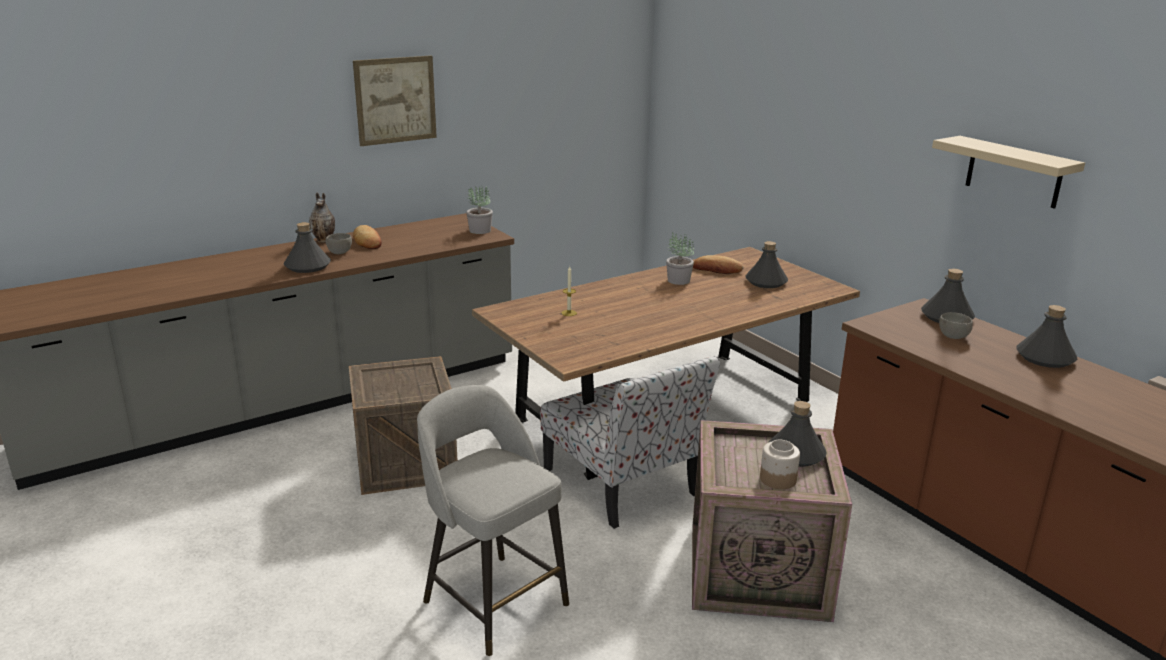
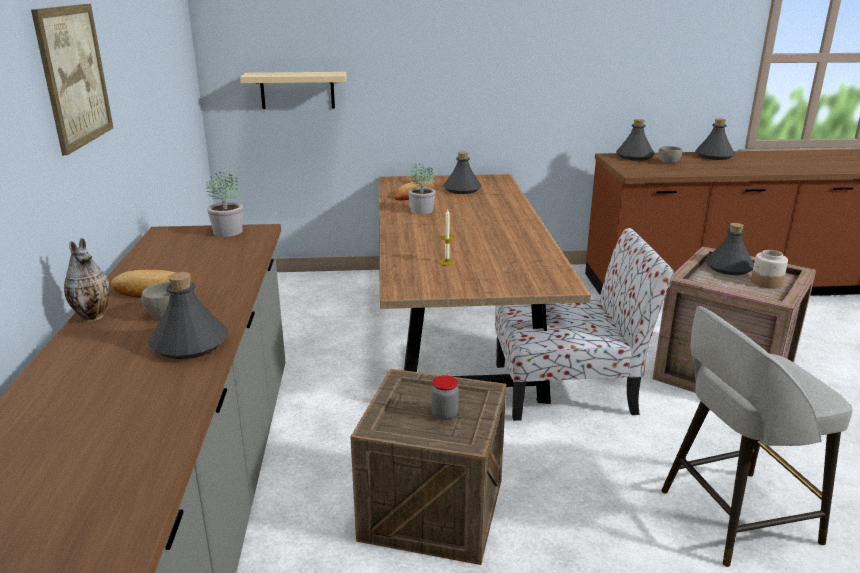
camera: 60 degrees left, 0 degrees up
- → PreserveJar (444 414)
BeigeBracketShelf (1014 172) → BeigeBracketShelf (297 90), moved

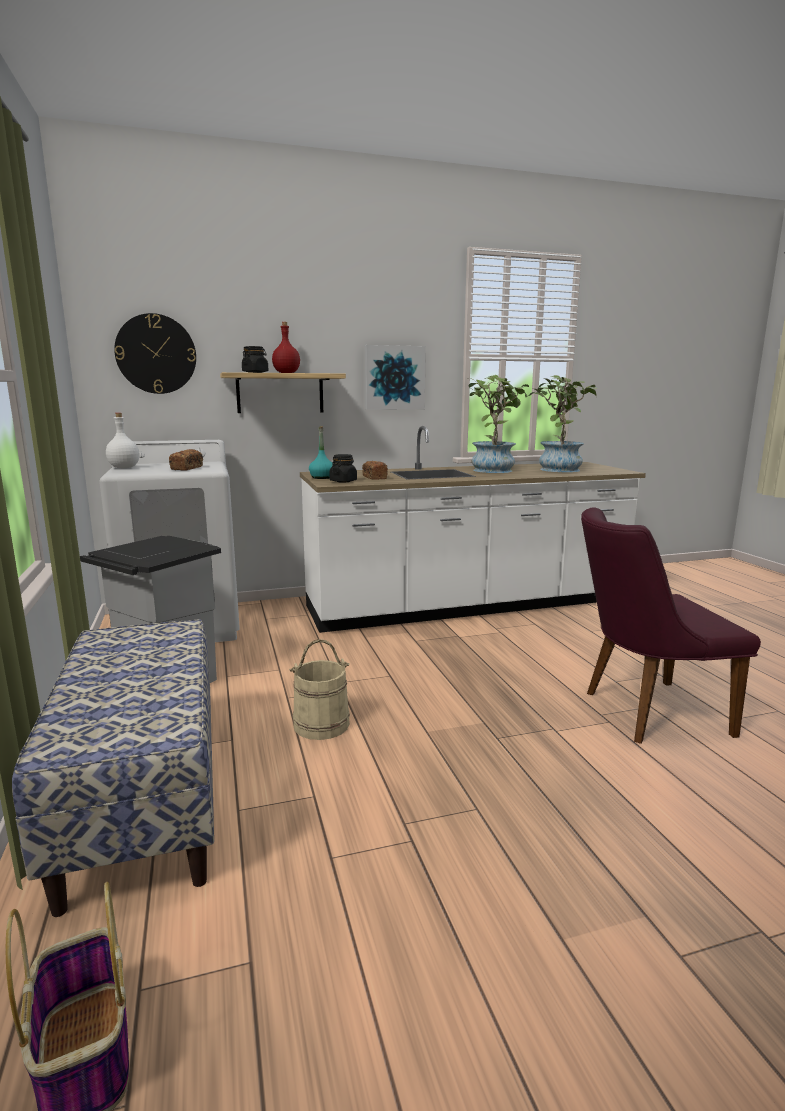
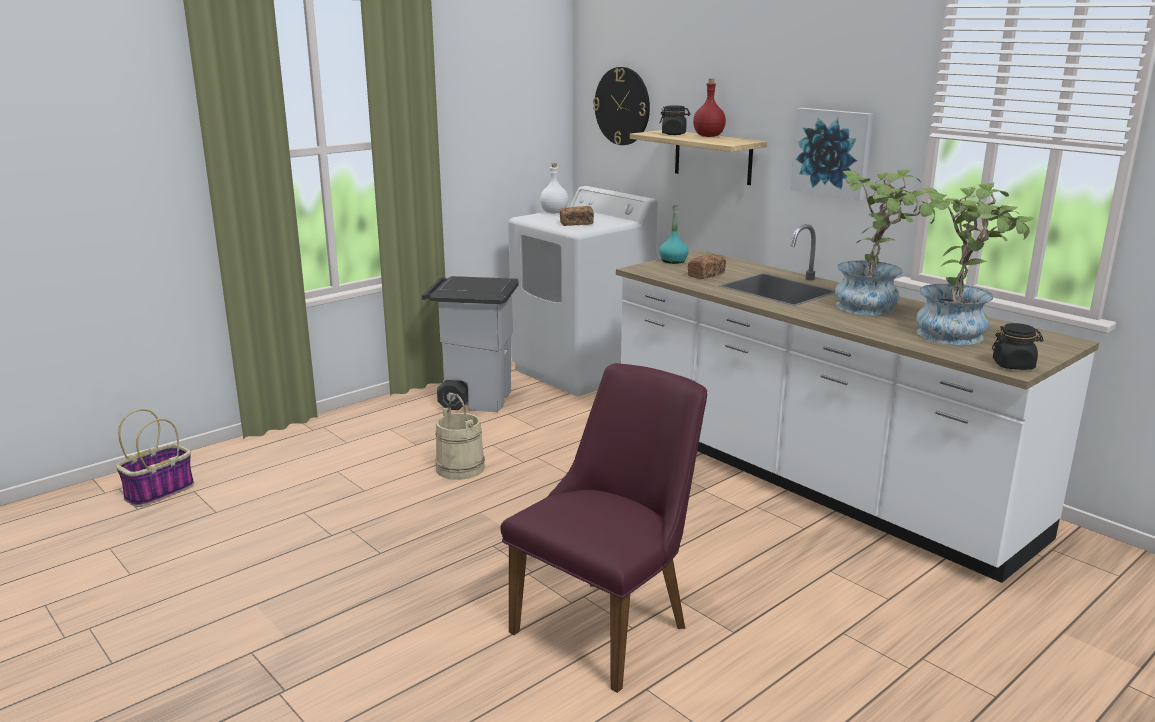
camera: 65 degrees right, 5 degrees up
LongSeat (144 797) → -
BlackishPreserveJar (343 481) → BlackishPreserveJar (1013 365), moved
PurpleColouredPlainChair (643 712) → PurpleColouredPlainChair (611 623), 75 degrees clockwise

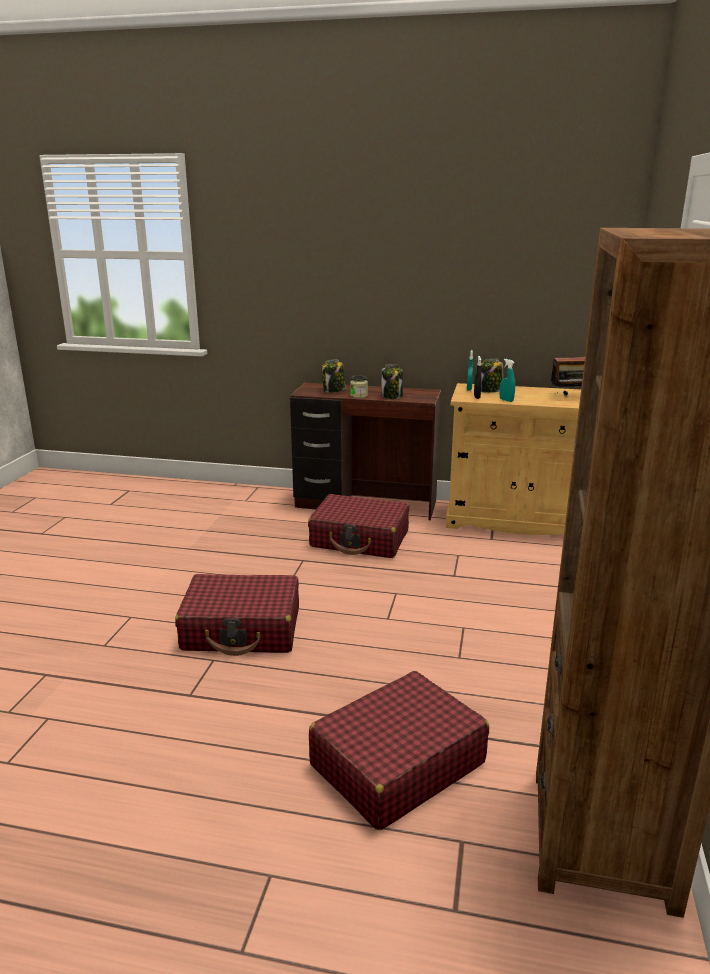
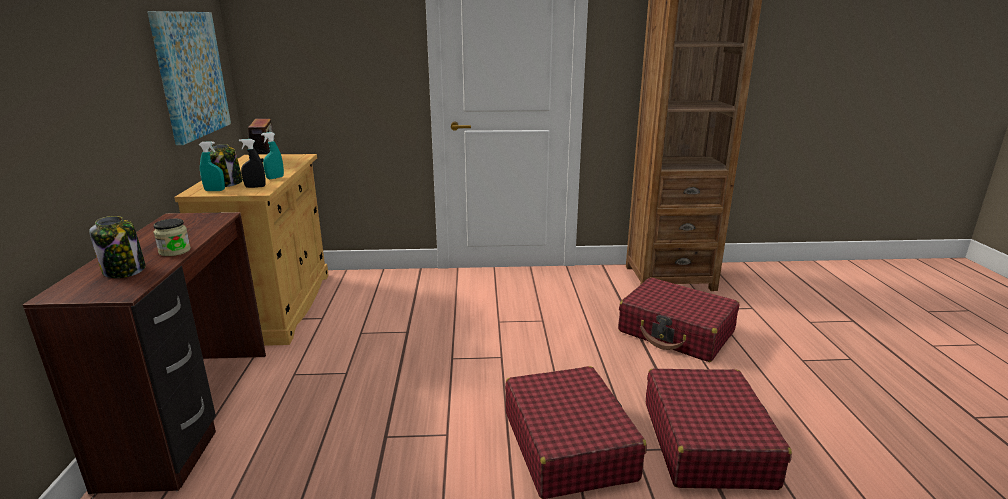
camera: 105 degrees left, 0 degrees up
PreserveJar (392 396) → -
- → Picture (190 75)
RedColouredTravelCase (360 539) → RedColouredTravelCase (707 442), moved

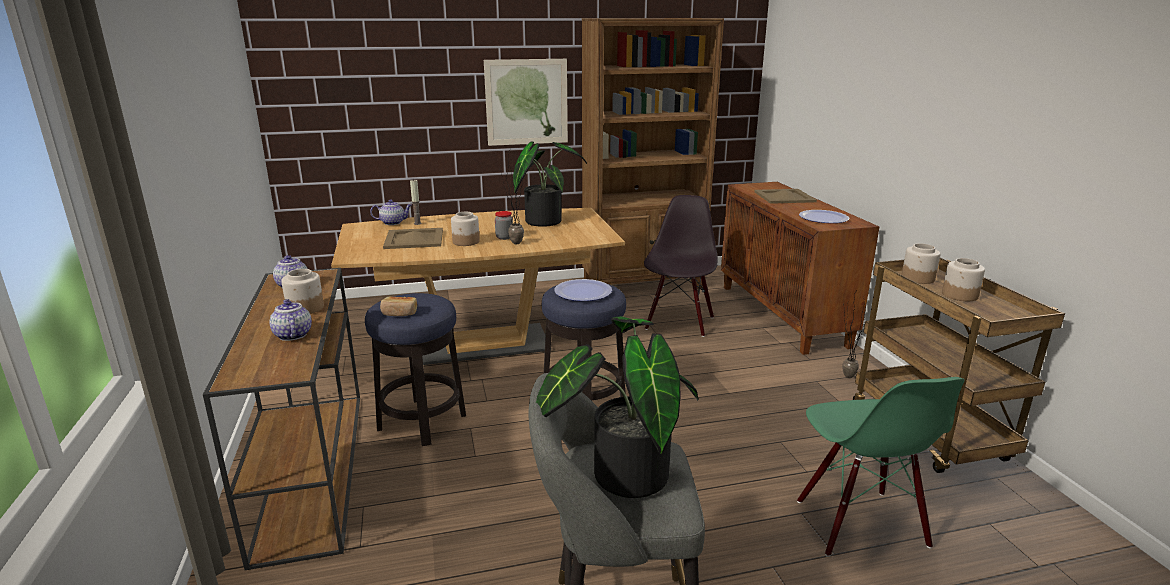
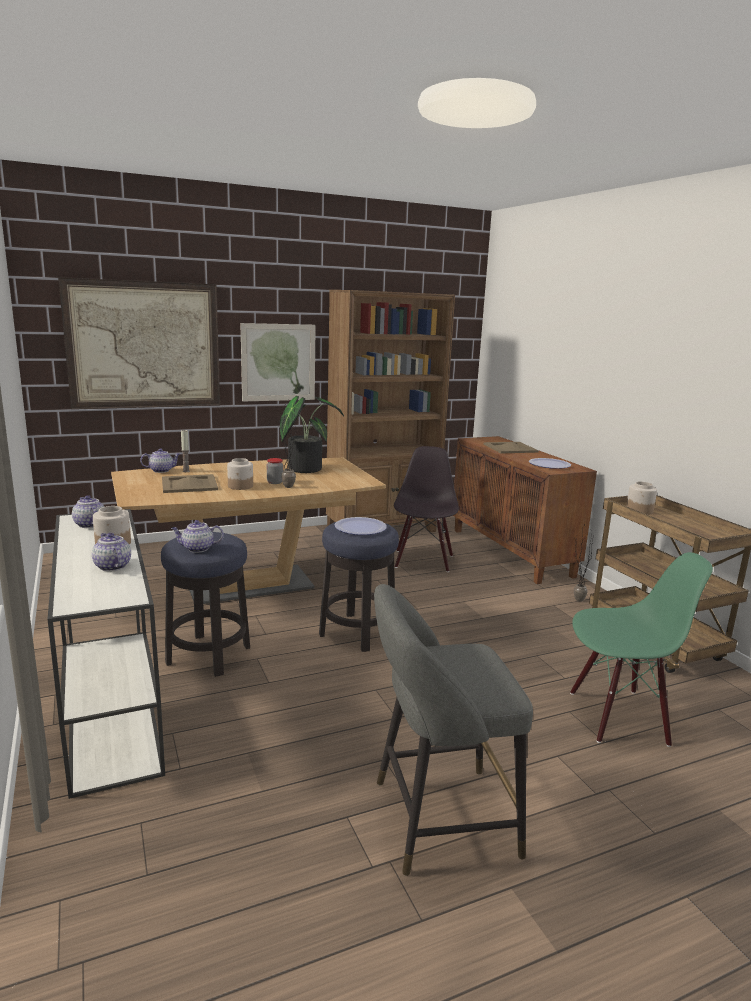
camera: 10 degrees left, 5 degrees down
Houseplant (621 473) → -
PreserveJar (960 295) → -
- → Picture (144 345)
Bread (399 313) → TeaPot (197 549)
BrownishConsoleTable (312 467) → WhiteColouredConsoleTable (110 701)
GreenPlainChair (859 523) → GreenPlainChair (618 716), 75 degrees counterclockwise

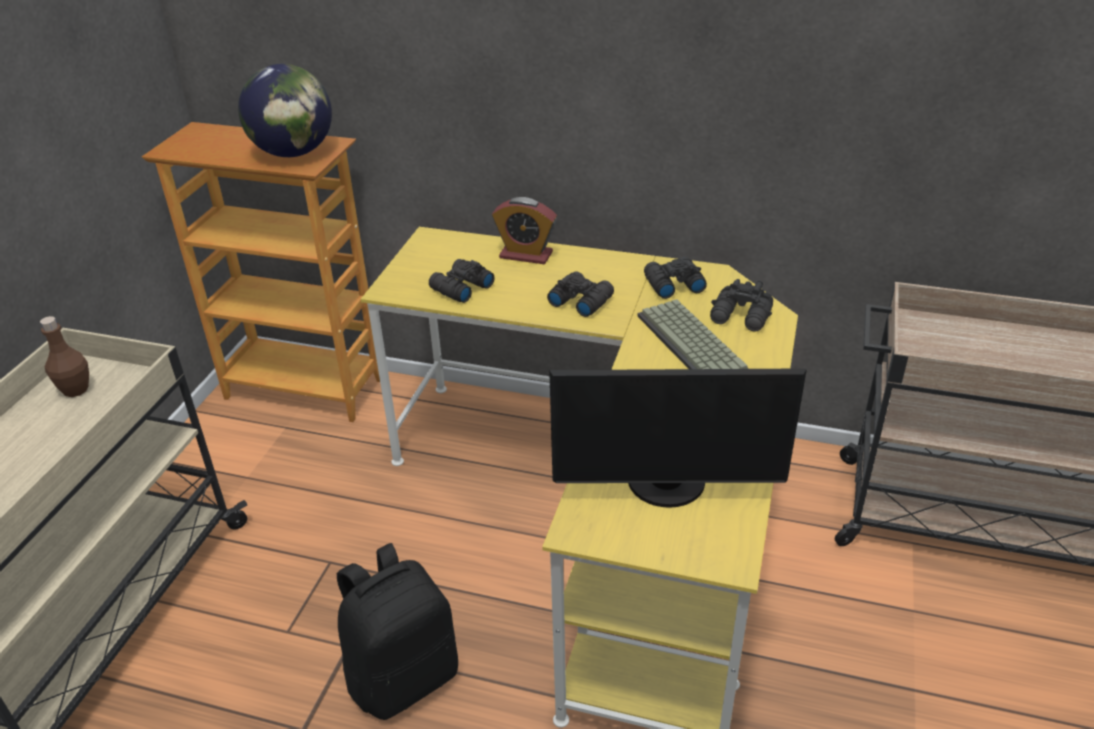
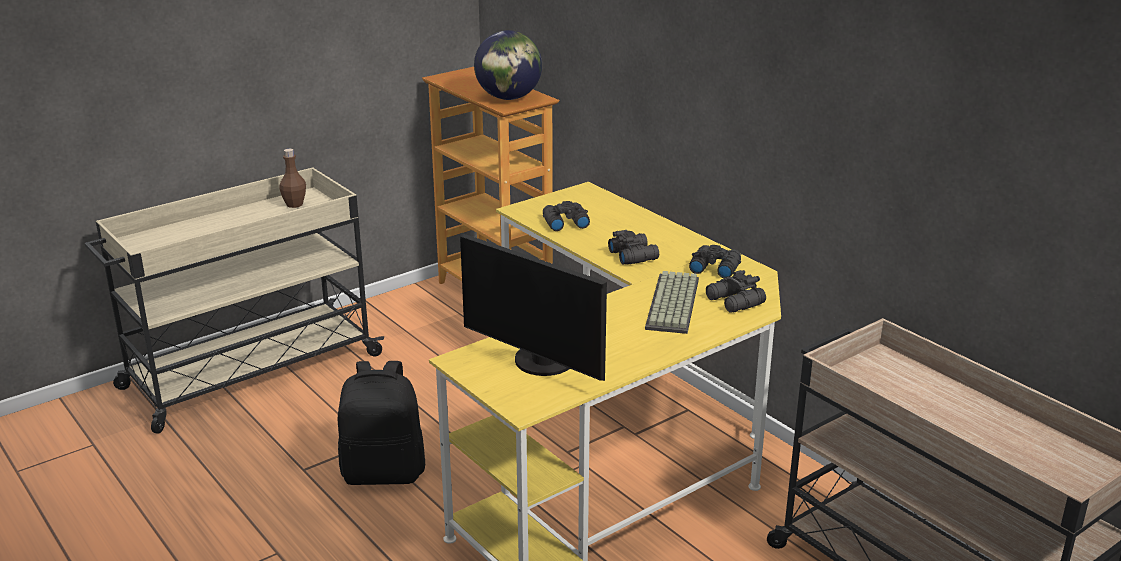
camera: 35 degrees right, 10 degrees down
BedsideClock (526 255) → -

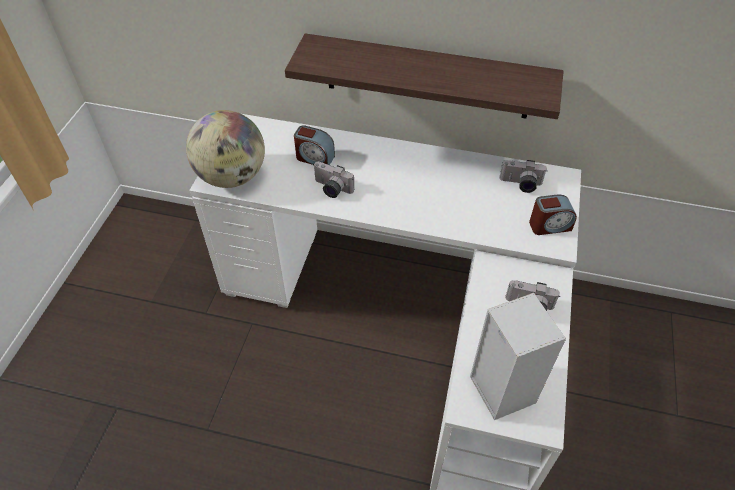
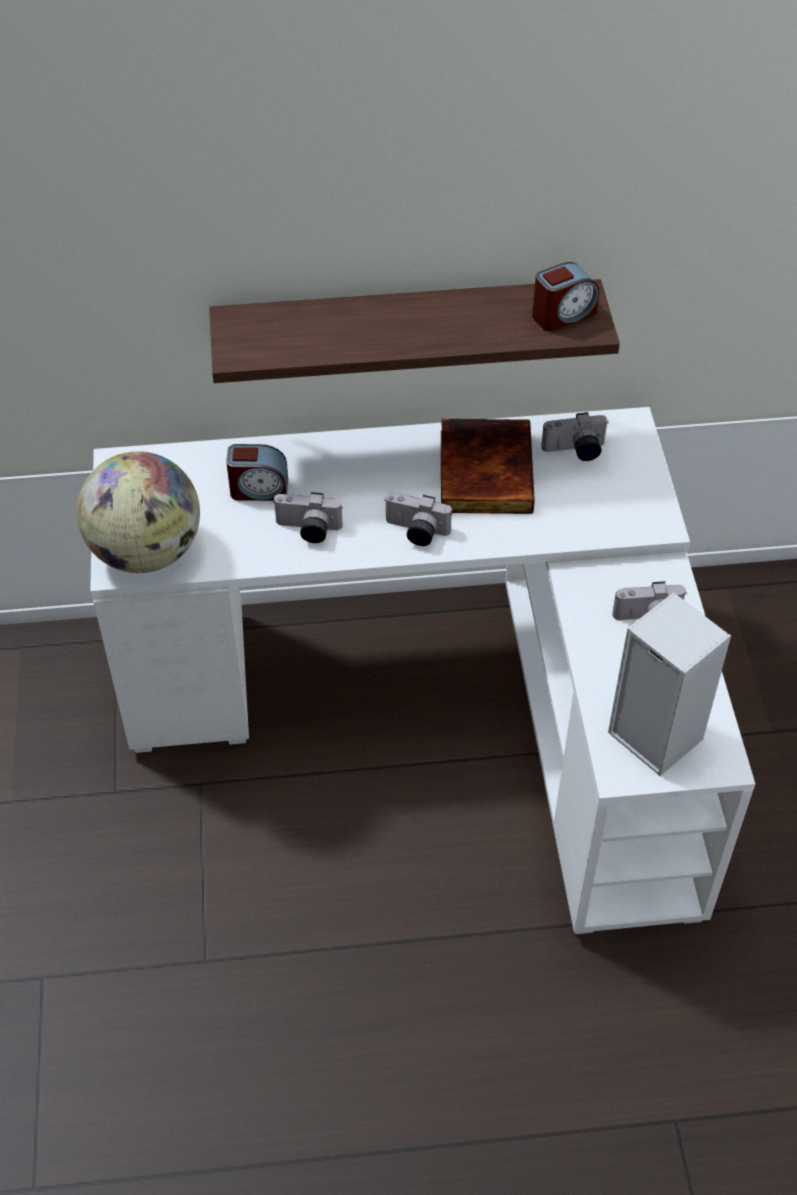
camera: 20 degrees left, 0 degrees up
- → PhotoCamera (415 532)
- → BoundBook (483 471)
BedsideClock (549 225) → BedsideClock (563 314), moved

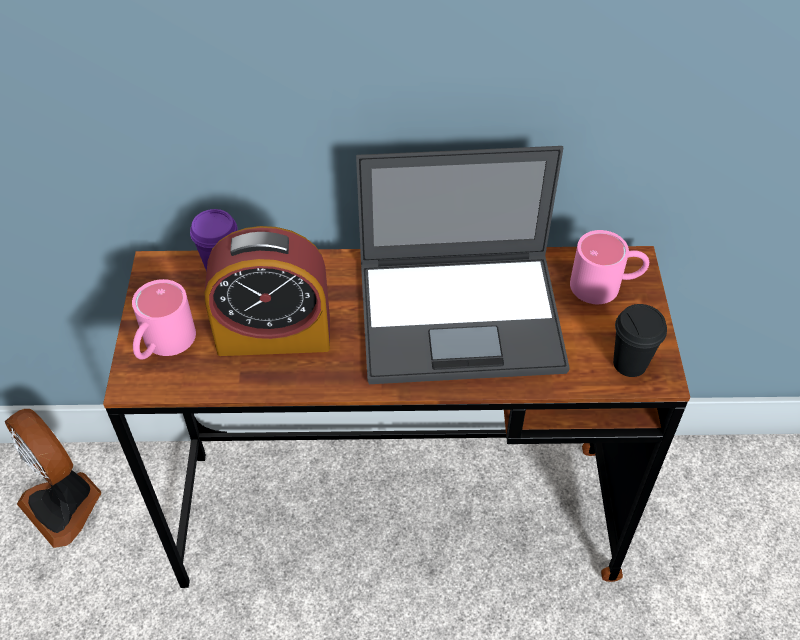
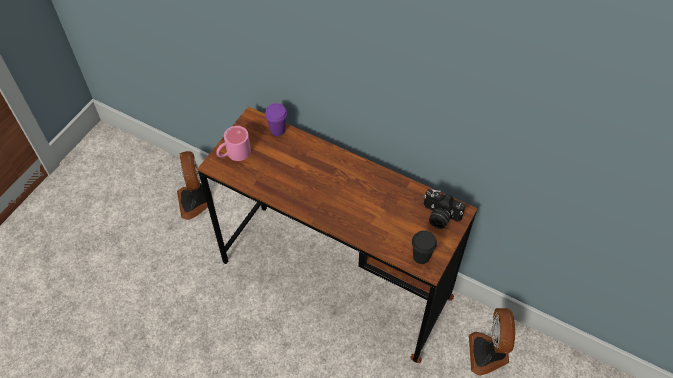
camera: 30 degrees right, 5 degrees up
BedsideClock (274 334) → -
NotebookComputer (463 316) → -
- → ElectricFan (489 354)
PinkishMug (606 285) → PhotoCamera (439 216)

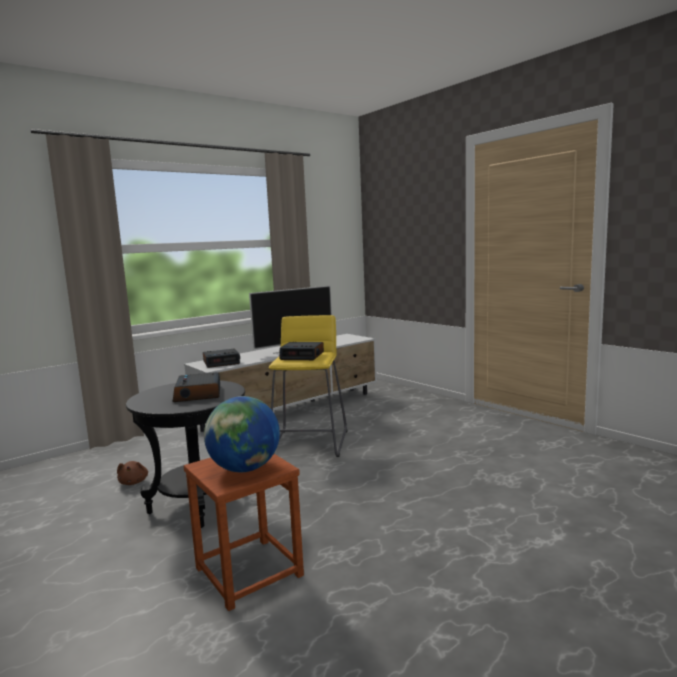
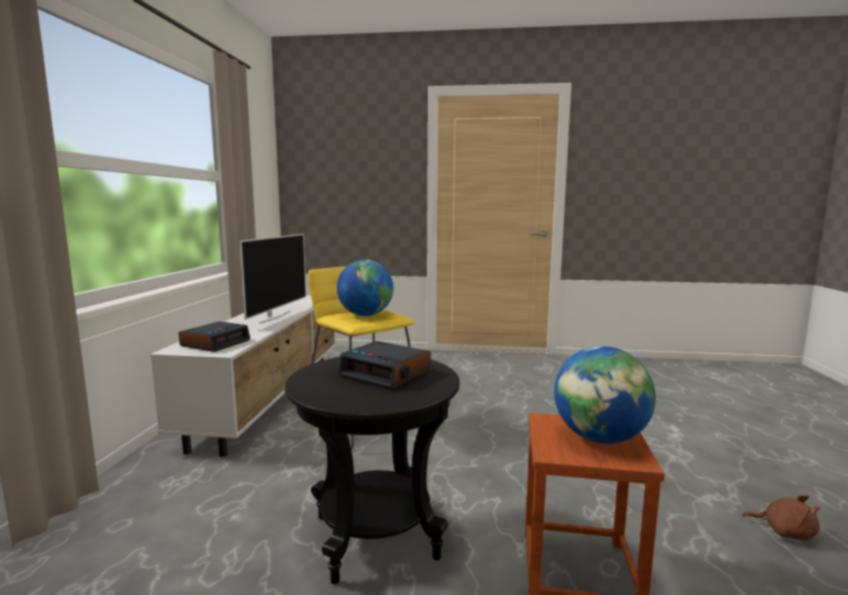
camera: 45 degrees left, 0 degrees up
BrownishCuddlyToy (134 482) → BrownishCuddlyToy (784 531), moved
BedsideClock (303 356) → DeskGlobe (365 315)

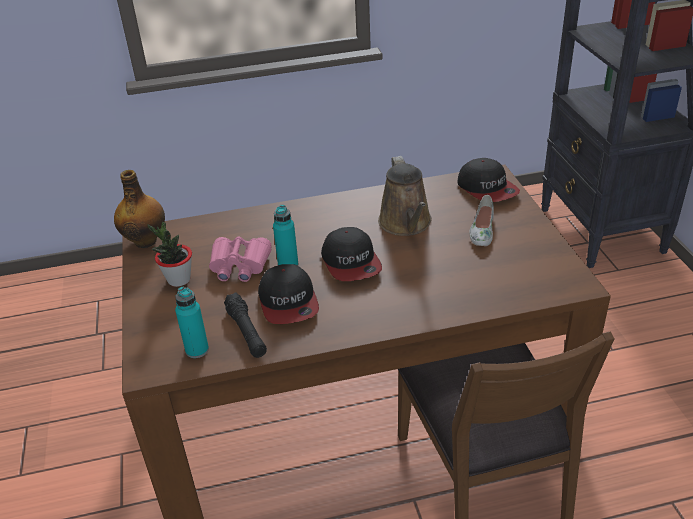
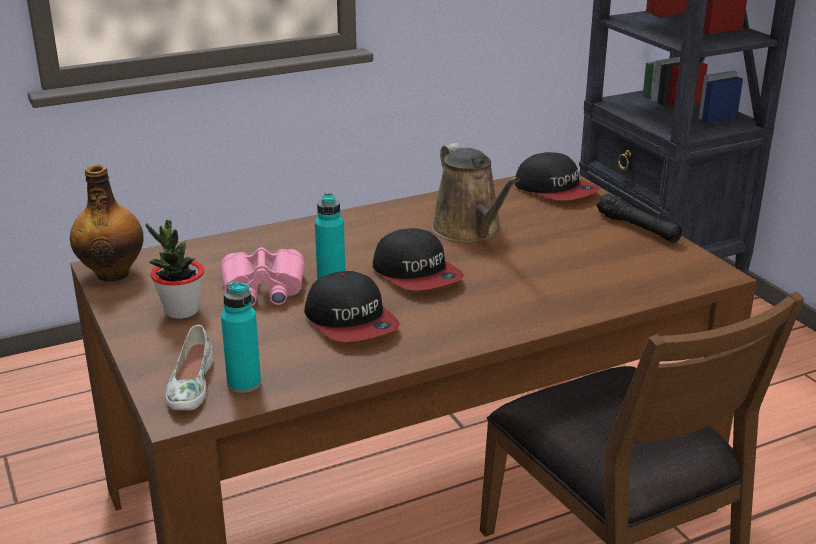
camera: 15 degrees left, 10 degrees down
BlackishHandTorch (246 332) → BlackishHandTorch (638 228), moved
WhiteColouredItemOfFootwear (481 230) → WhiteColouredItemOfFootwear (190 385), moved

